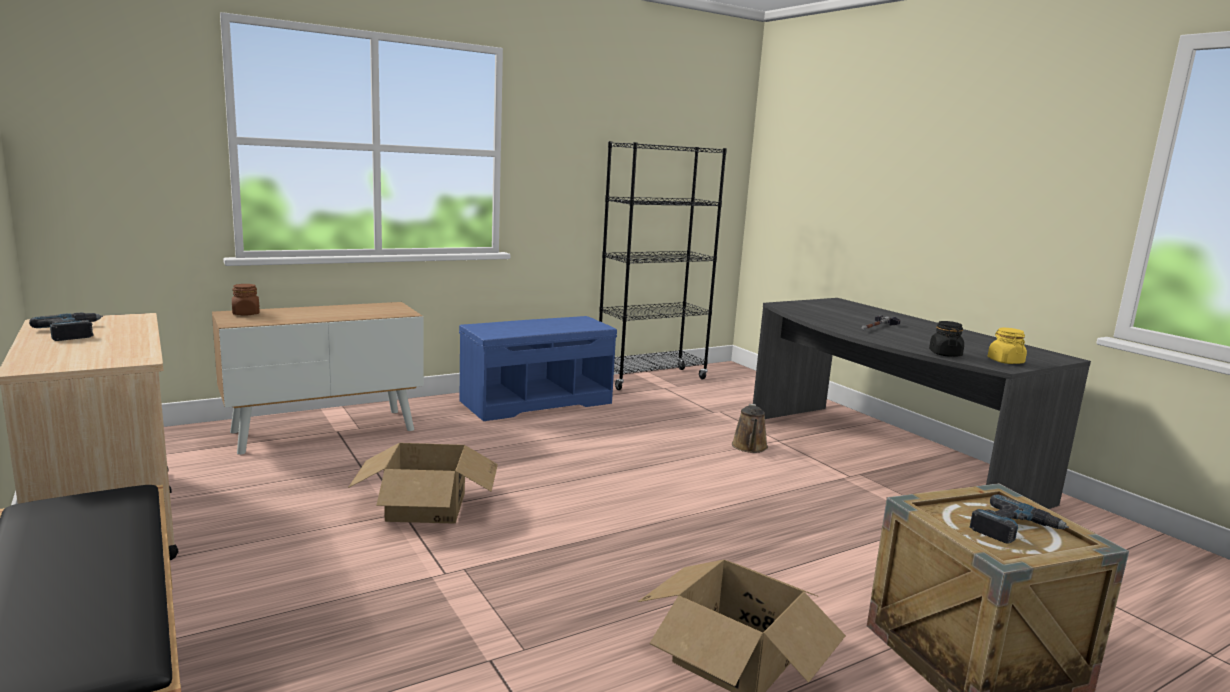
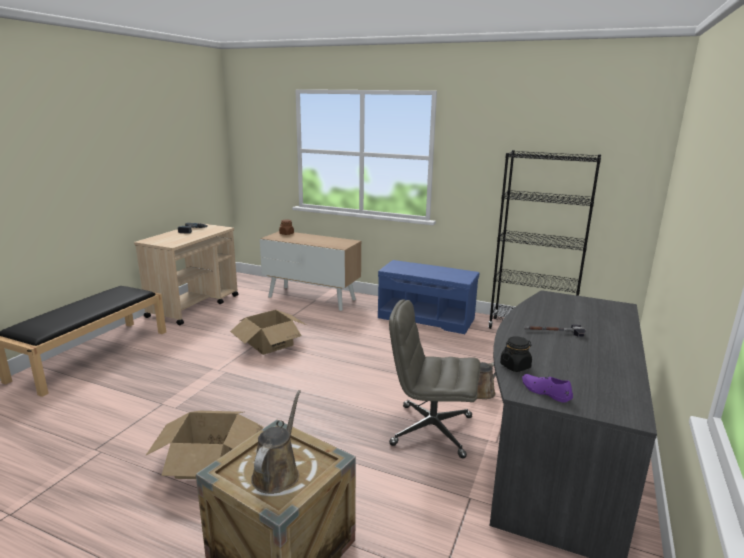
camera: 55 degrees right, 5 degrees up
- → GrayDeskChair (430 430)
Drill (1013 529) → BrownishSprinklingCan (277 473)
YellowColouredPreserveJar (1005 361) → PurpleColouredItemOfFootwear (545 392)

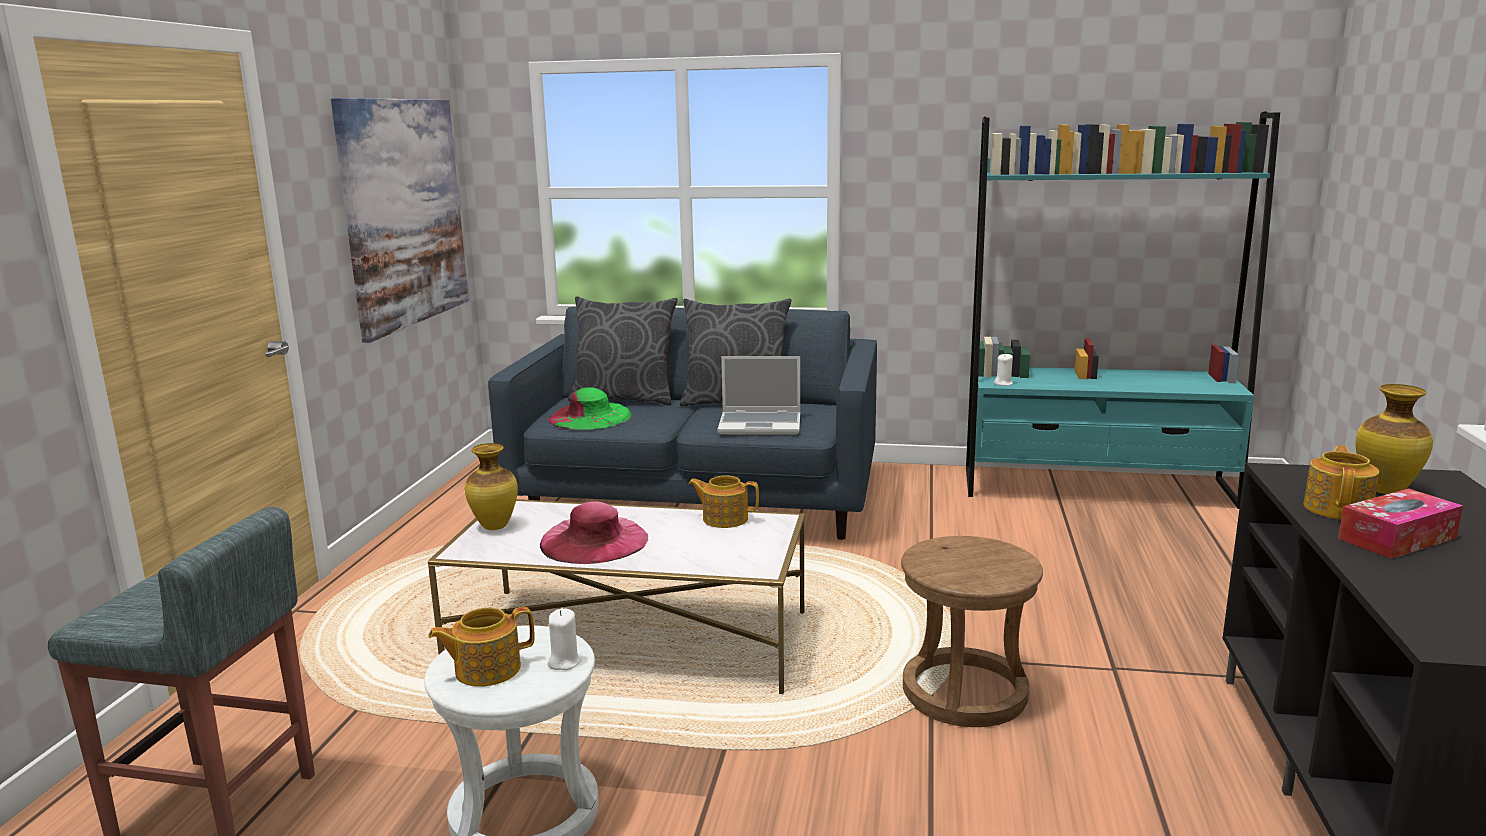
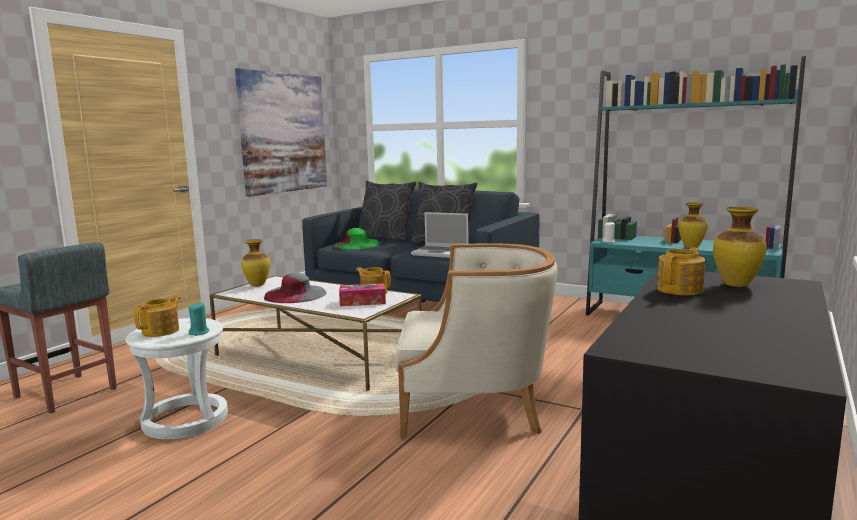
camera: 20 degrees right, 5 degrees down
- → Vase (692 247)
TissueBox (1397 538) → TissueBox (362 302), moved
BrownishStoolSeat (965 692) → BeigeLoungeChair (473 406)
PinkishWearableHat (594 540) → GrayWearableHat (295 294)
WhiteColouredCandle (564 662) → TurquoiseColouredCandle (199 333)
TeaPot (486 669) → TeaPot (162 331), 120 degrees clockwise

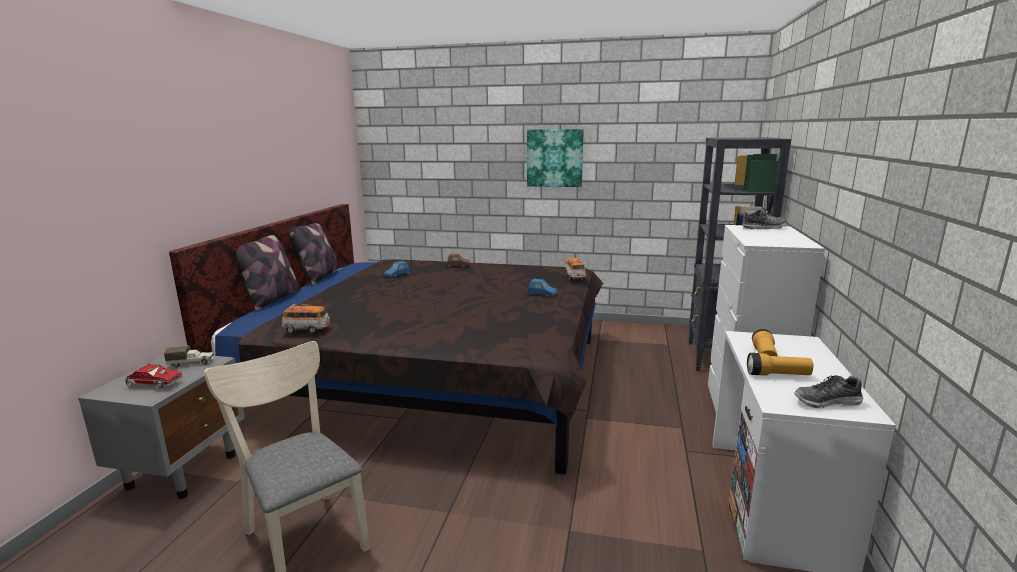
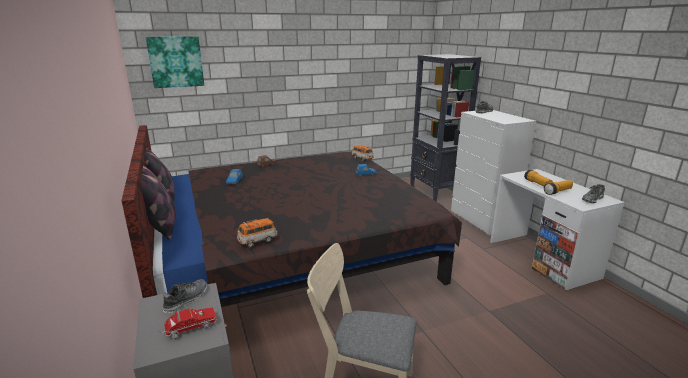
camera: 35 degrees left, 5 degrees up
Picture (554 158) → Picture (176 62), moved
ToyTruck (192 363) → ItemOfFootwear (186 300)

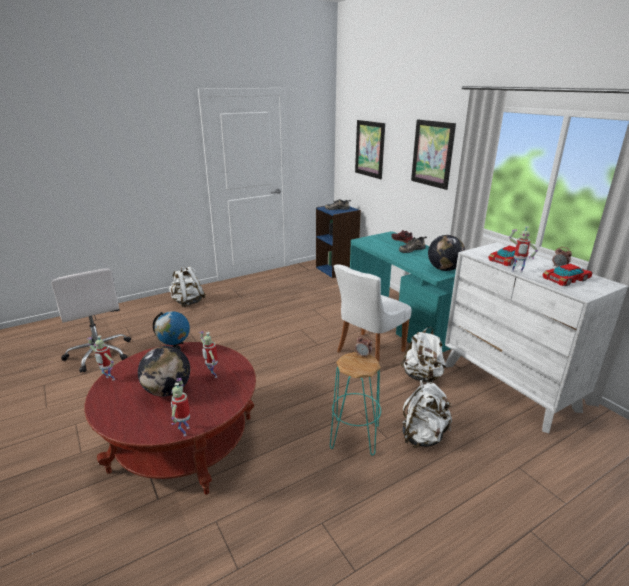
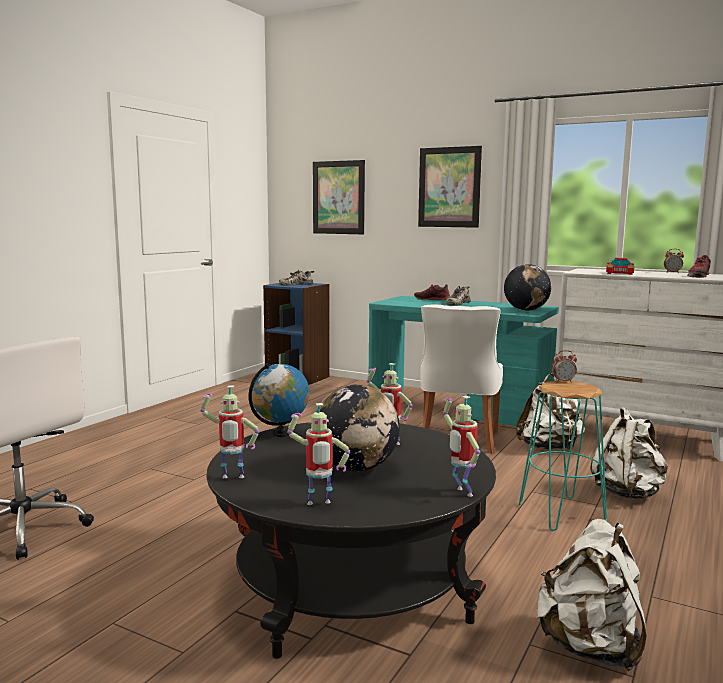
camera: 30 degrees left, 15 degrees down
WhiteColouredBackpack (188 302) → WhiteColouredBackpack (590 647), moved
ToyRobot (516 272) → ToyRobot (318 504), moved
ToyCar (566 279) → ItemOfFootwear (698 276)
RedColouredCoffeeTable (183 443) → BlackishCoffeeTable (351 585)

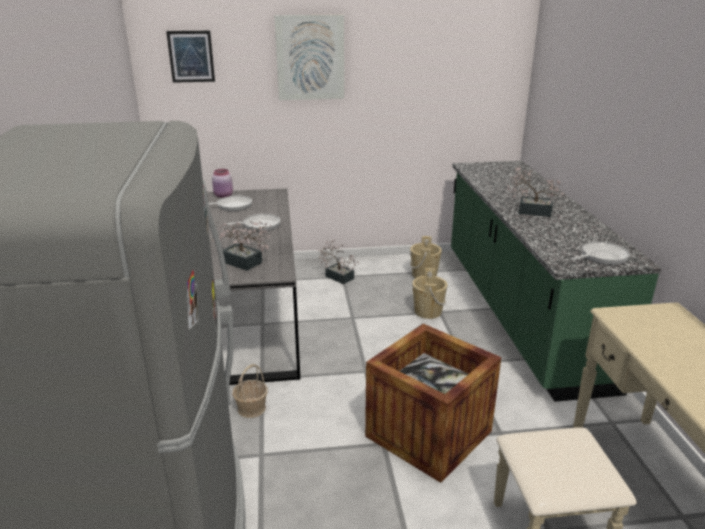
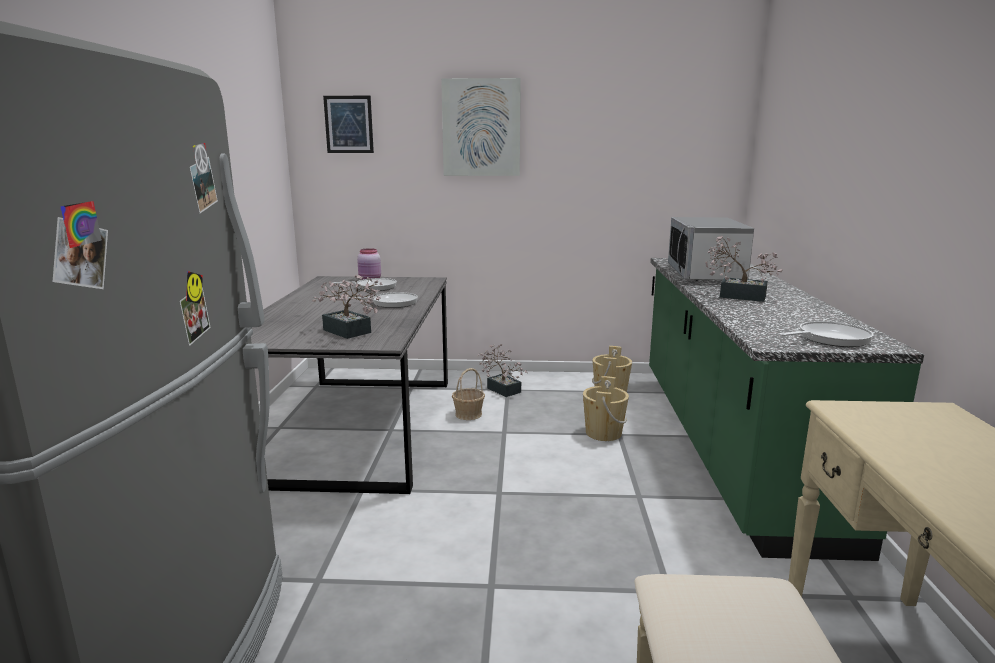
camera: 10 degrees right, 10 degrees down
ShippingCrate (428 434) → -
- → MicrowaveOven (705 274)
HouseholdBasket (251 408) → HouseholdBasket (468 414), moved

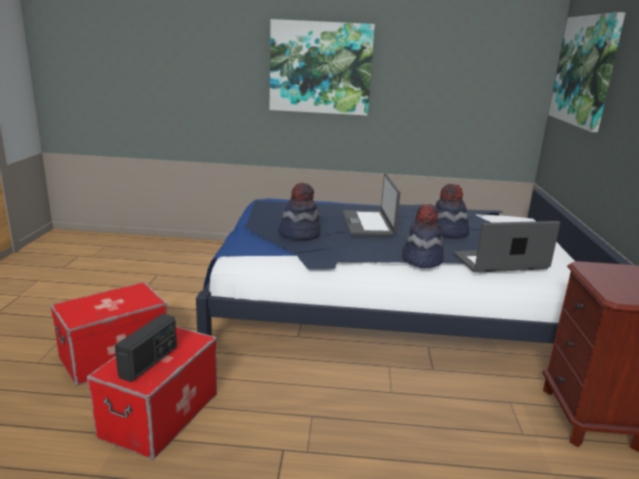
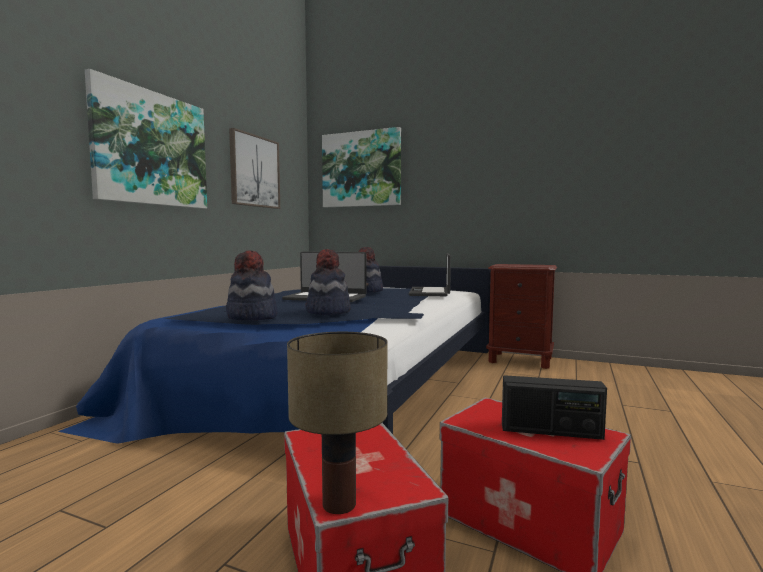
camera: 70 degrees left, 15 degrees down
- → Picture (254 171)
- → TableLamp (337 504)
WearableHat (421 260) → WearableHat (252 317), moved
RadioSet (149 362) → RadioSet (550 431), 150 degrees clockwise

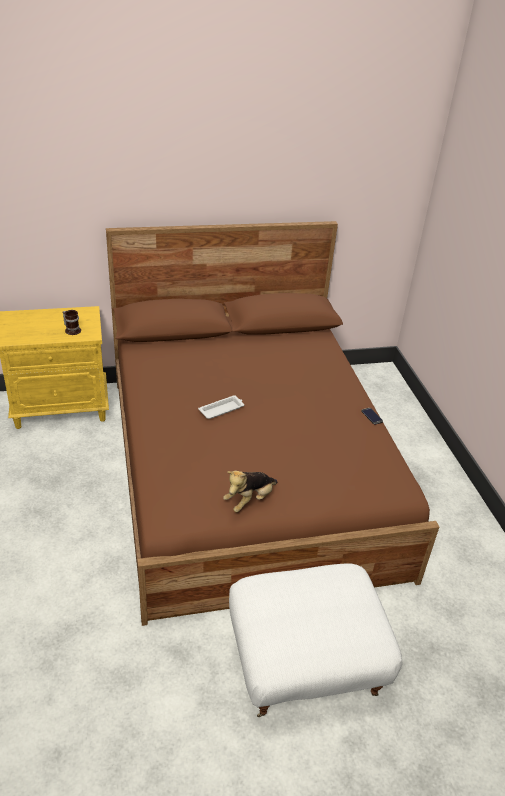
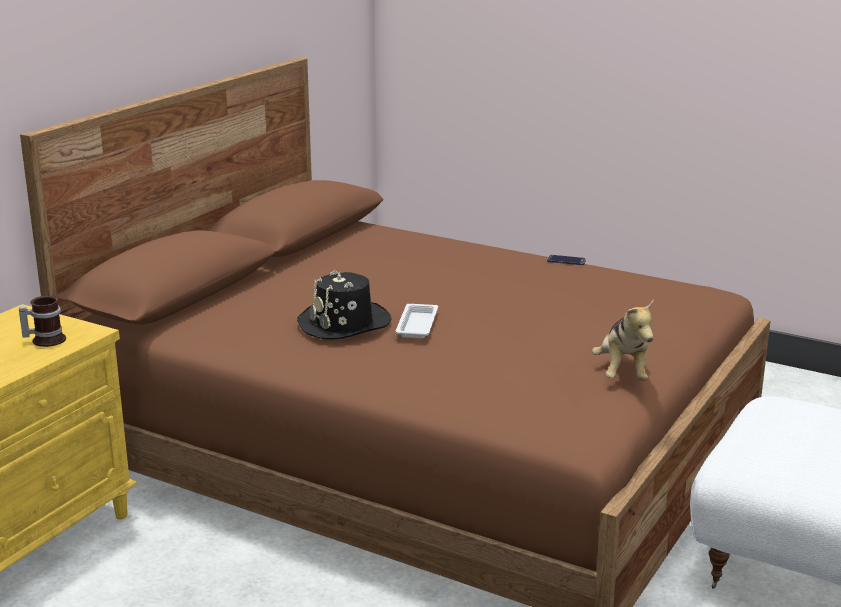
camera: 45 degrees left, 15 degrees down
- → BlackishWearableHat (344 323)

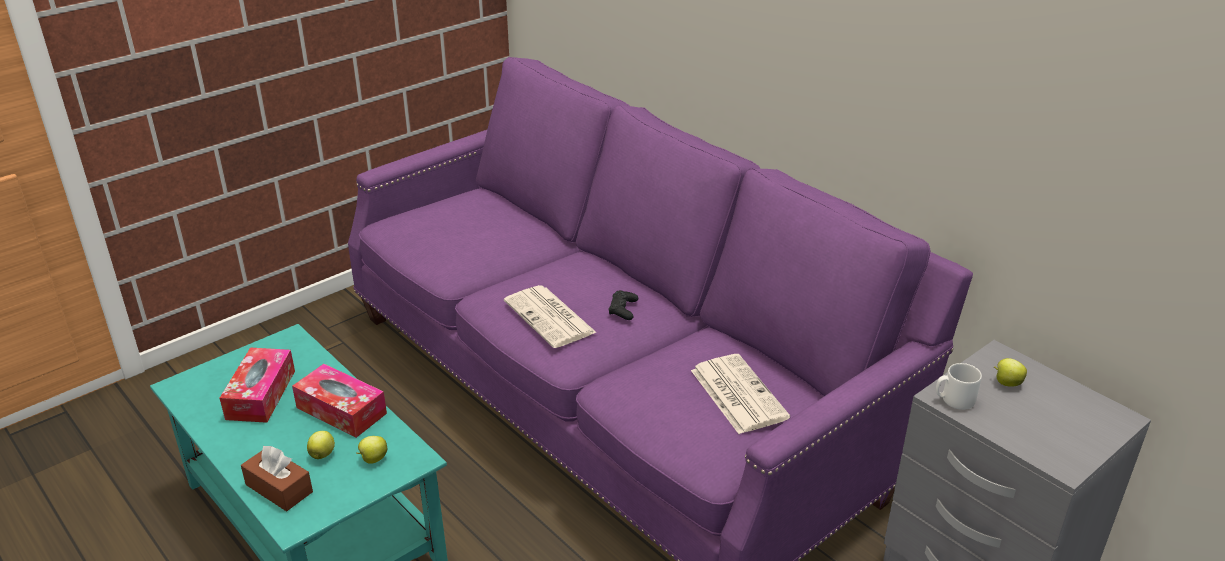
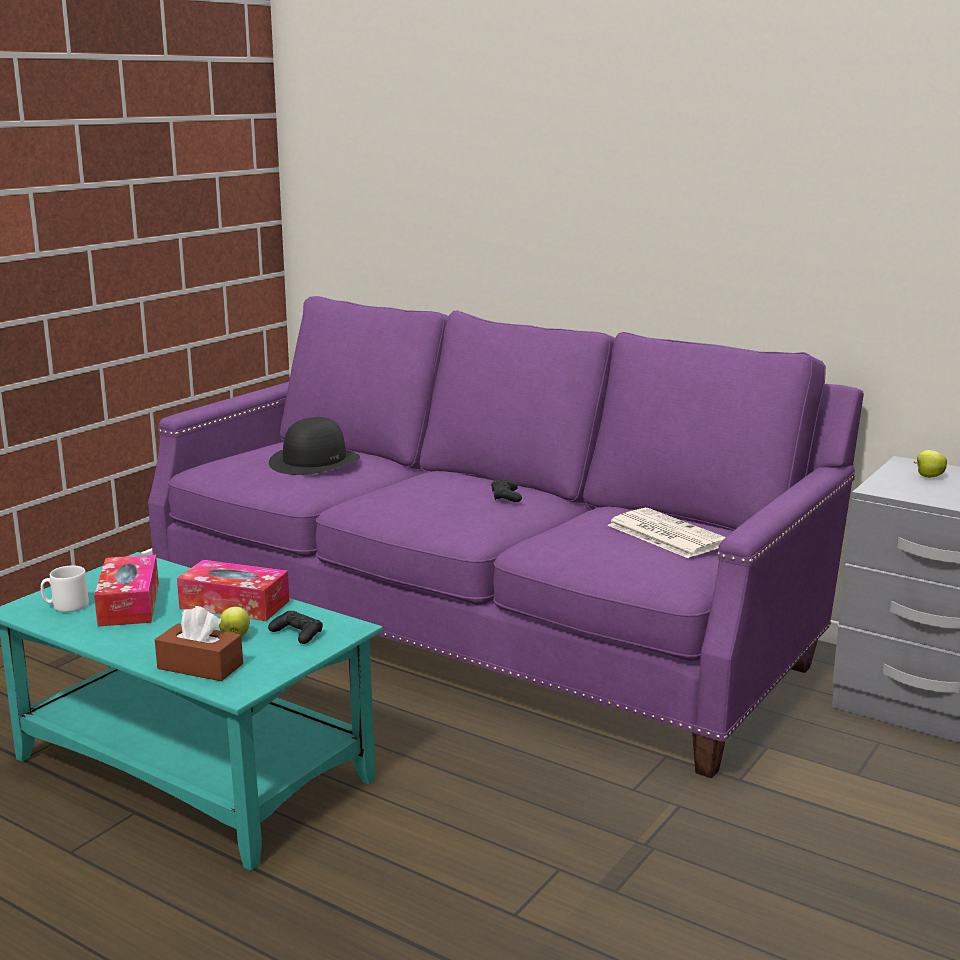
camera: 15 degrees left, 15 degrees down
PrintedPaper (551 317) → -
- → BlackishWearableHat (314 461)
WhiteColouredMug (954 400) → WhiteColouredMug (66 606), moved
Apple (373 459) → BlackishGameController (297 633)

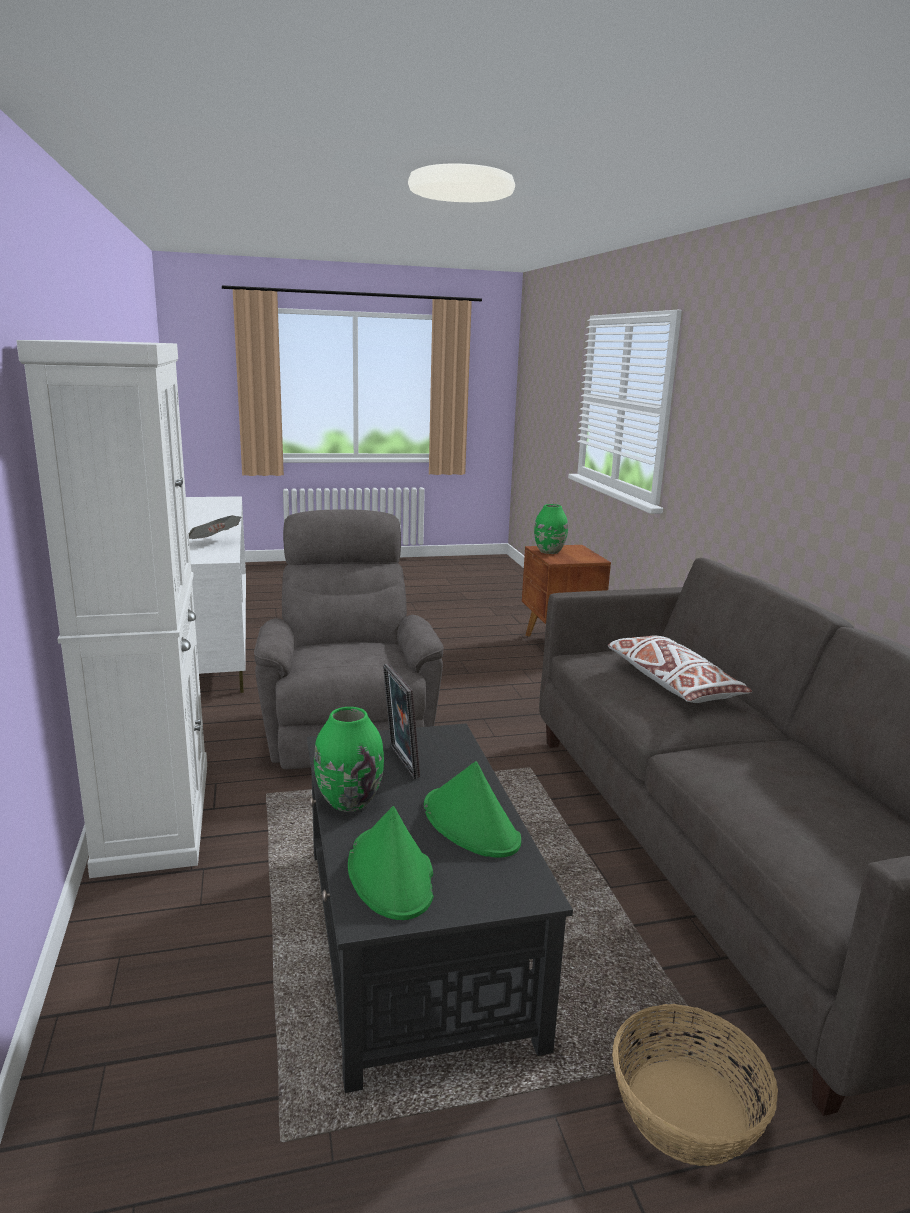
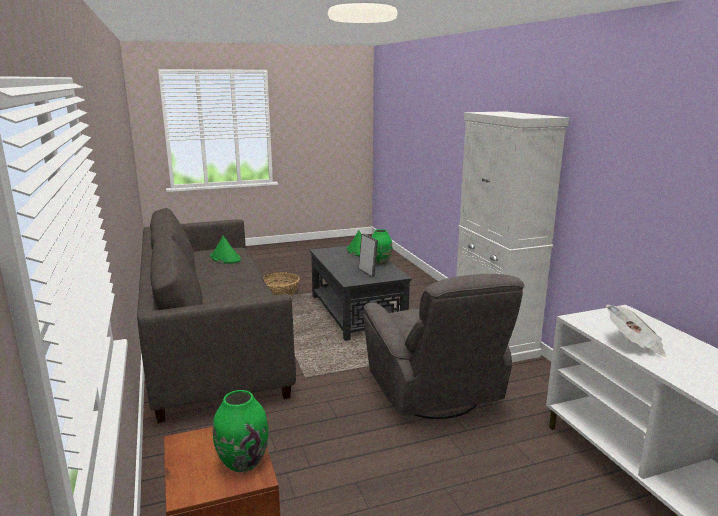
camera: 175 degrees right, 0 degrees up
WhiteColouredCushion (671 683) → -
GreenWearableHat (471 824) → GreenWearableHat (225 258), moved

